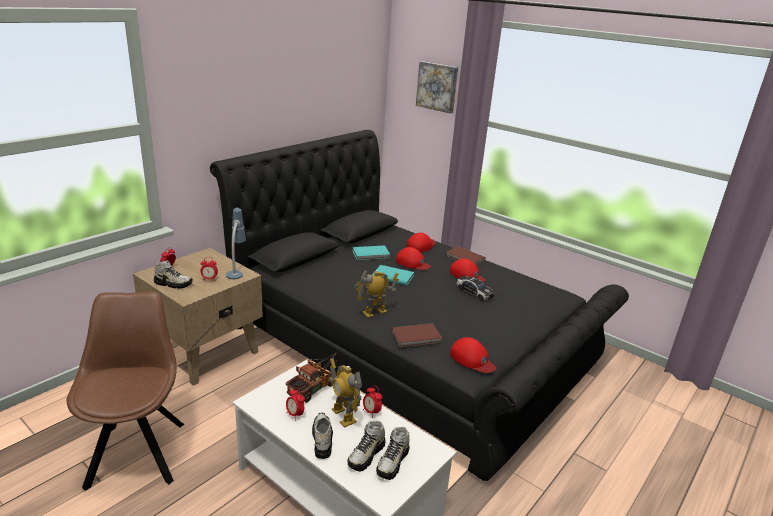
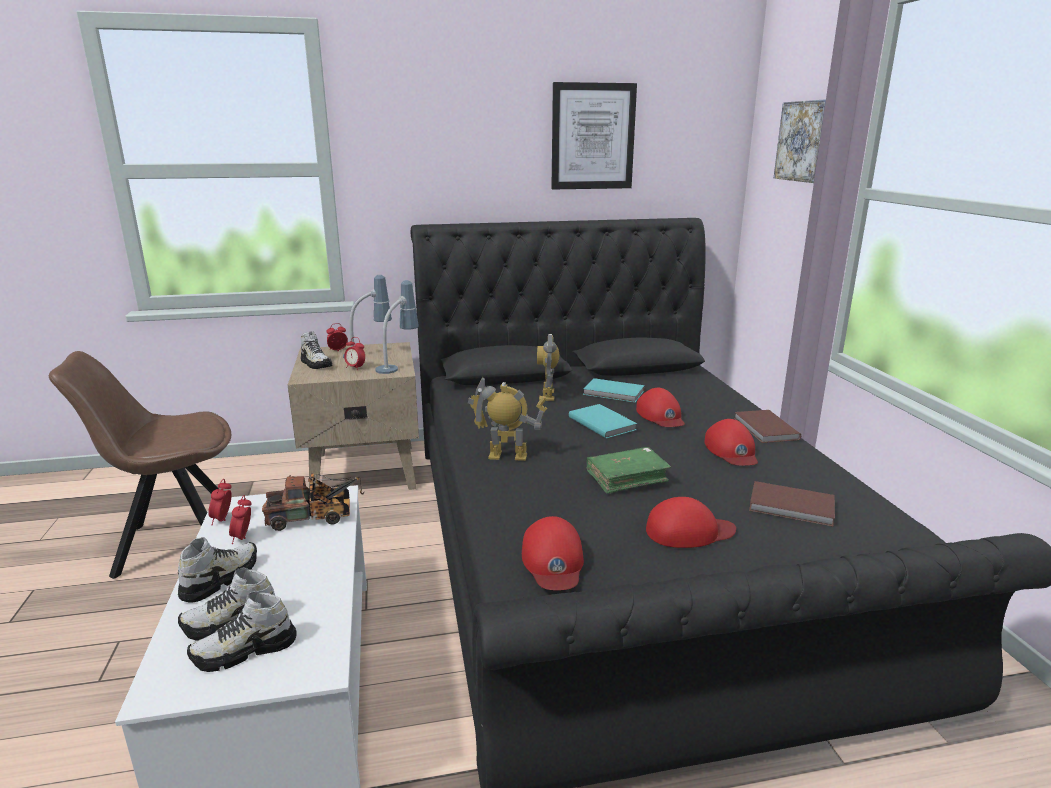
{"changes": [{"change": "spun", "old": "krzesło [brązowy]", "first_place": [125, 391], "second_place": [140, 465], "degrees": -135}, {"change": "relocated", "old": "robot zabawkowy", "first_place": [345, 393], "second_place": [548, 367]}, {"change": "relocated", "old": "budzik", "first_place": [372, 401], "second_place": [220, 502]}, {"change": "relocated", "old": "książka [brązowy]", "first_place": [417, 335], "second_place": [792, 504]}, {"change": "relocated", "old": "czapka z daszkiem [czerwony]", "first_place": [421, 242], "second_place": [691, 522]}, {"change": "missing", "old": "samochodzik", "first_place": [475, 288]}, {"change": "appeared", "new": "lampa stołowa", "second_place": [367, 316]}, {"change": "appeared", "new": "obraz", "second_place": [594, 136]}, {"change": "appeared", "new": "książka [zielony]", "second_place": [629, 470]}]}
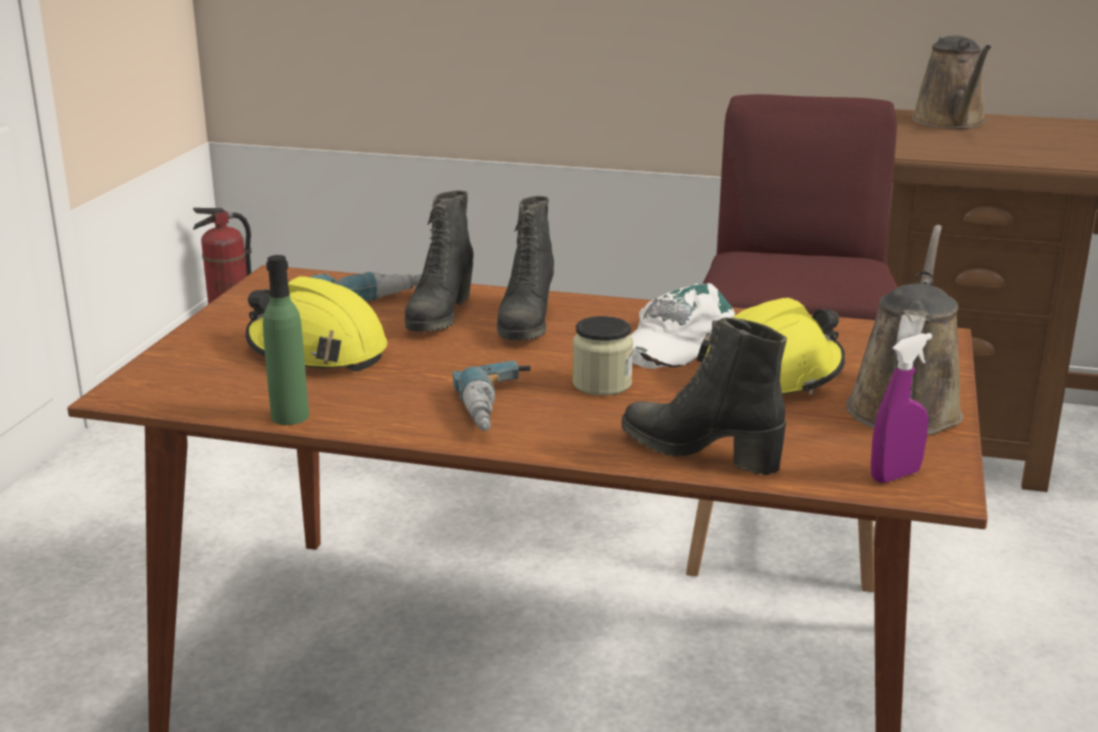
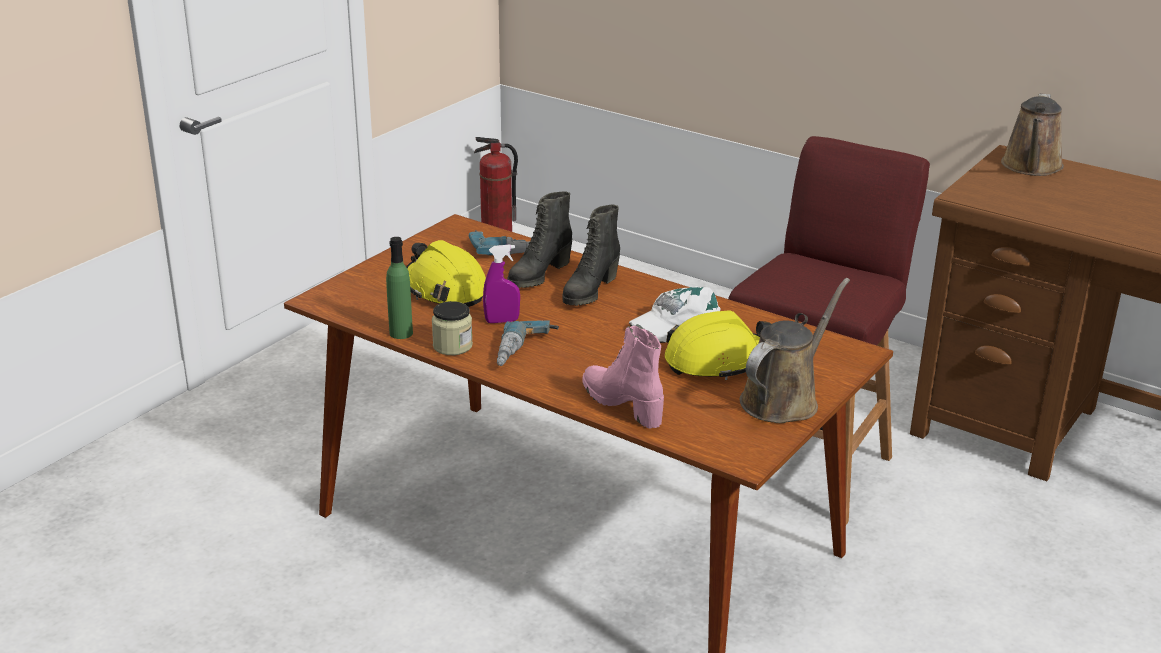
{"changes": [{"change": "relocated", "old": "słoik", "first_place": [603, 356], "second_place": [452, 328]}, {"change": "colour", "old": "but z cholewką [czarny]", "new": "but z cholewką [różowy]", "first_place": [704, 396], "second_place": [623, 377]}, {"change": "relocated", "old": "spryskiwacz [fioletowy]", "first_place": [901, 408], "second_place": [501, 283]}]}
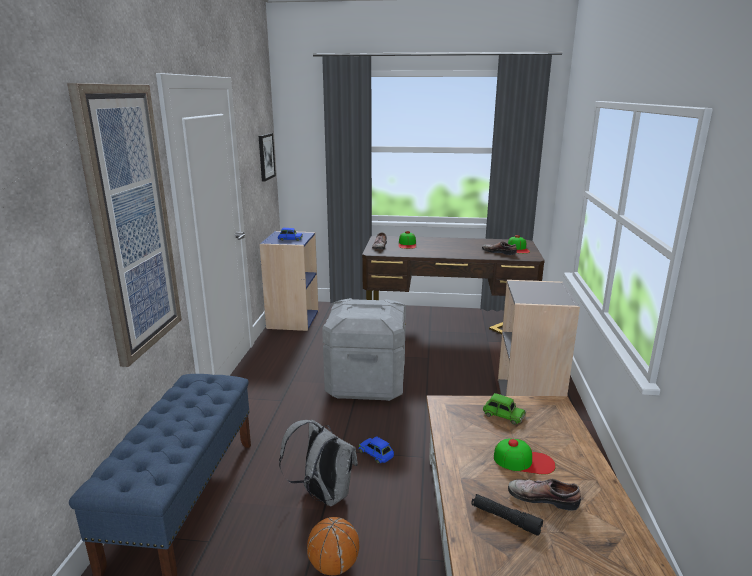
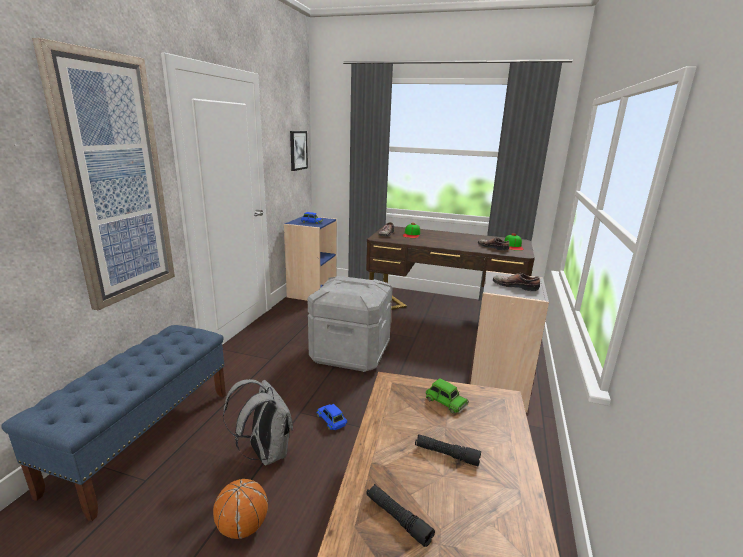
{"changes": [{"change": "exchanged", "old": "czapka z daszkiem", "new": "latarka [czarny]", "first_place": [525, 457], "second_place": [448, 450]}, {"change": "relocated", "old": "but", "first_place": [544, 495], "second_place": [516, 282]}]}
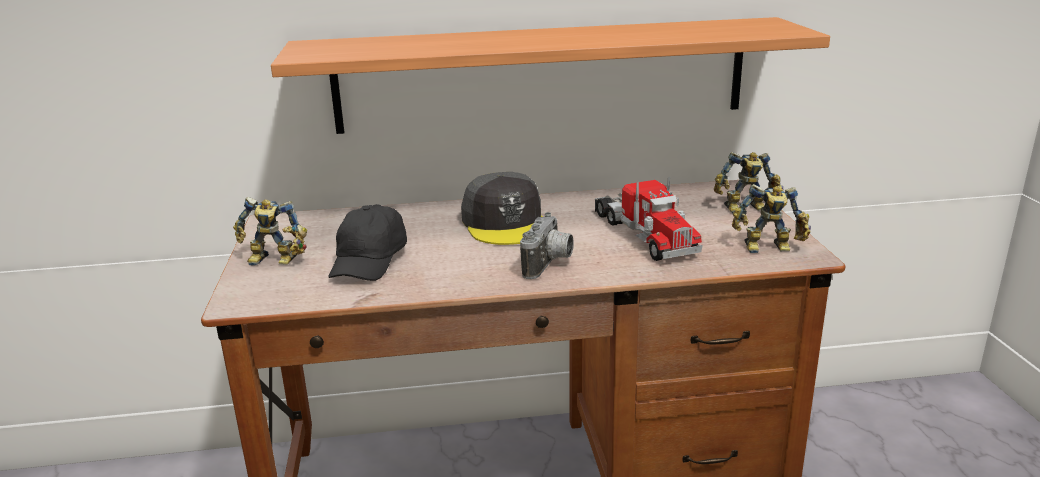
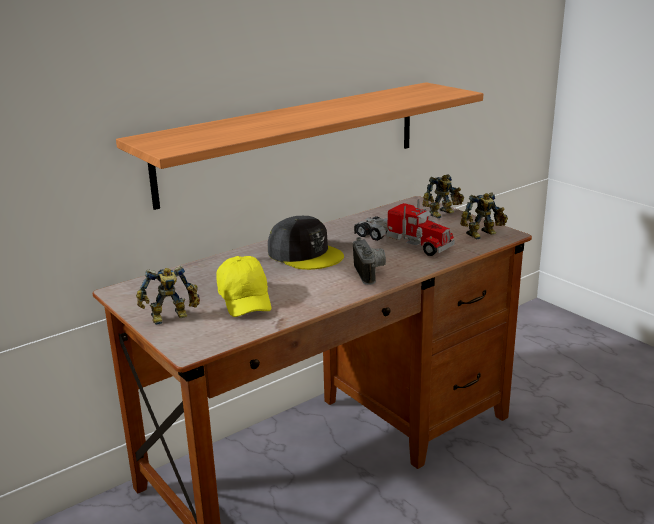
{"changes": [{"change": "colour", "old": "czapka z daszkiem [czarny]", "new": "czapka z daszkiem [żółty]", "first_place": [367, 242], "second_place": [243, 286]}]}
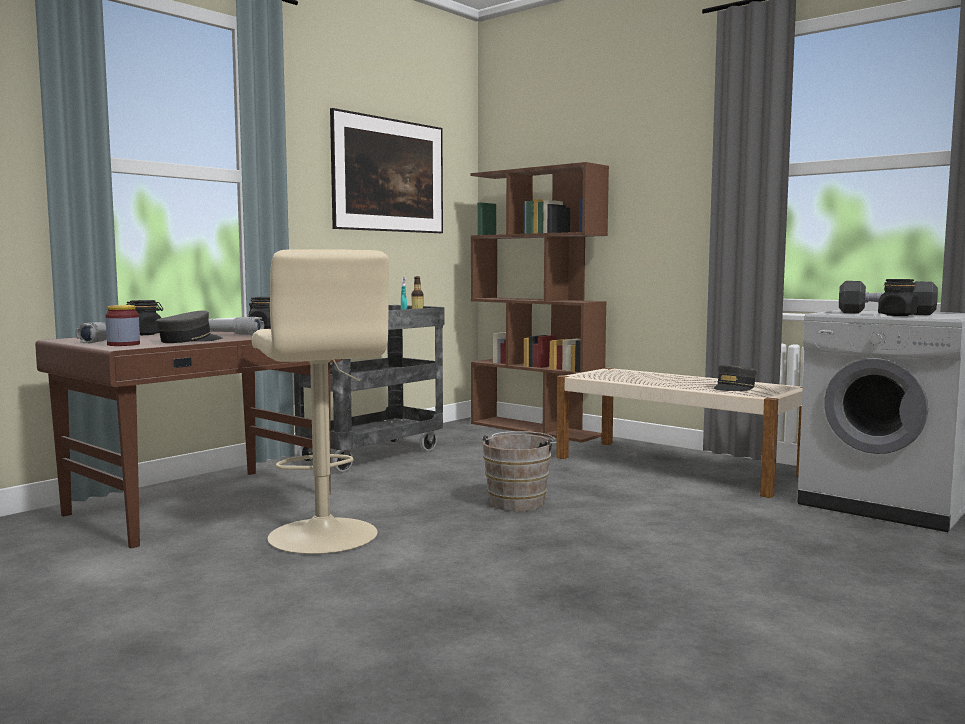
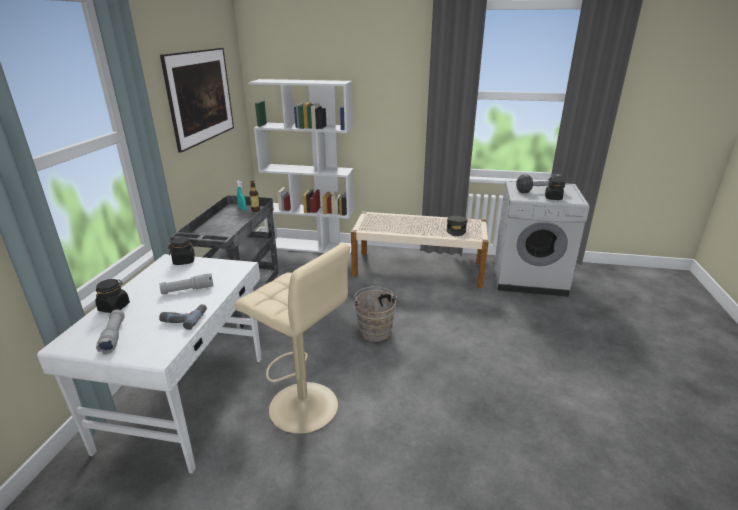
{"changes": [{"change": "colour", "old": "biurko [brązowy]", "new": "biurko [biały]", "first_place": [188, 438], "second_place": [149, 363]}, {"change": "missing", "old": "słoik", "first_place": [122, 325]}, {"change": "exchanged", "old": "czapka z daszkiem [szary]", "new": "wiertarka", "first_place": [189, 326], "second_place": [183, 317]}, {"change": "colour", "old": "regał [brązowy]", "new": "regał [biały]", "first_place": [540, 302], "second_place": [301, 167]}]}
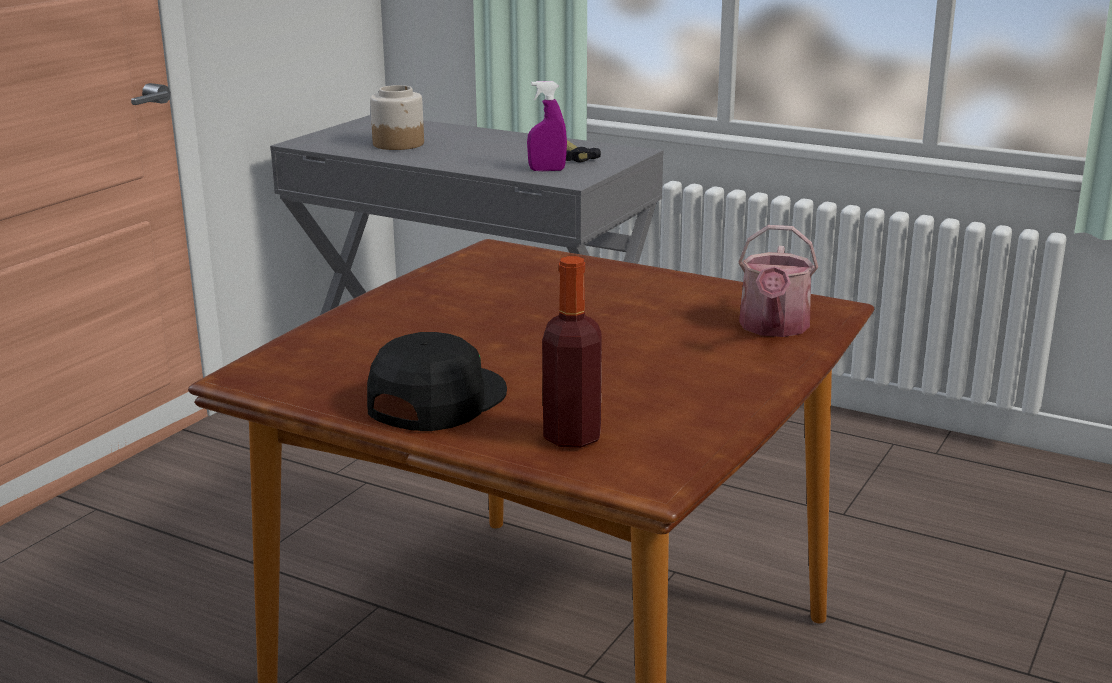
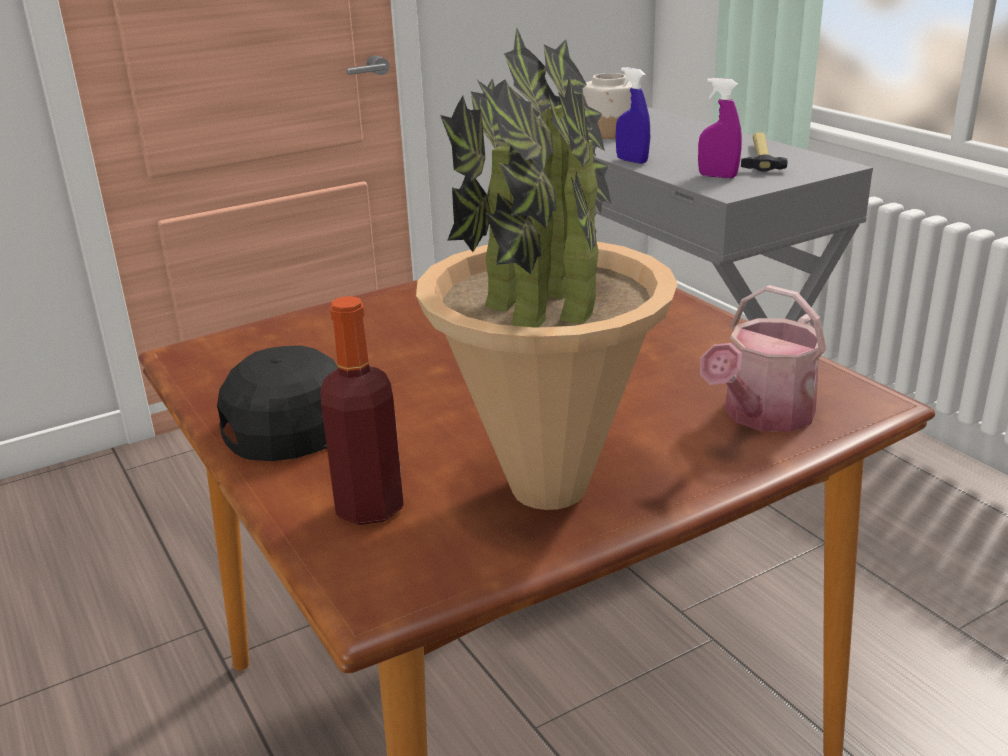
{"changes": [{"change": "appeared", "new": "roślina doniczkowa", "second_place": [547, 268]}, {"change": "appeared", "new": "spryskiwacz [niebieski]", "second_place": [633, 115]}]}
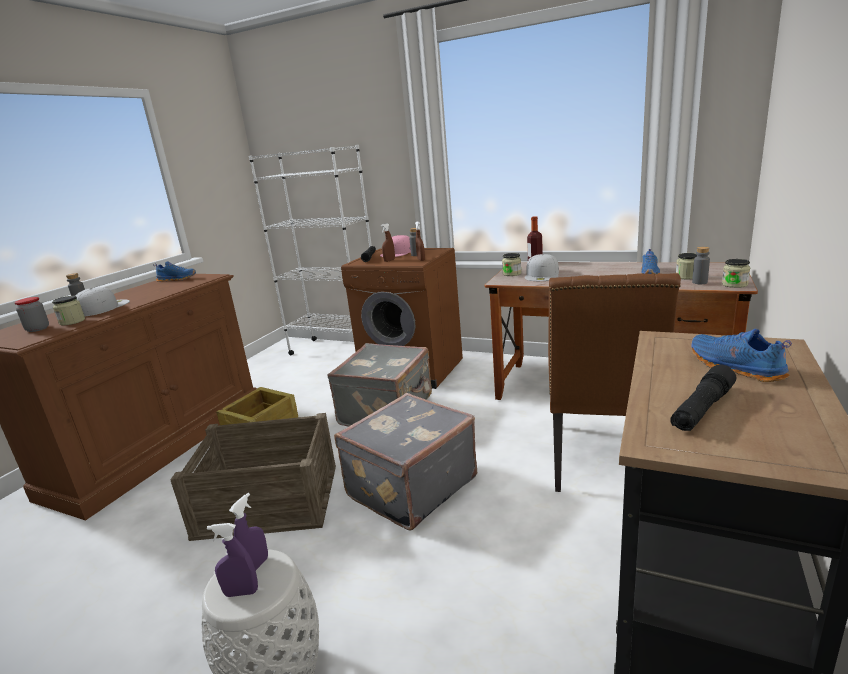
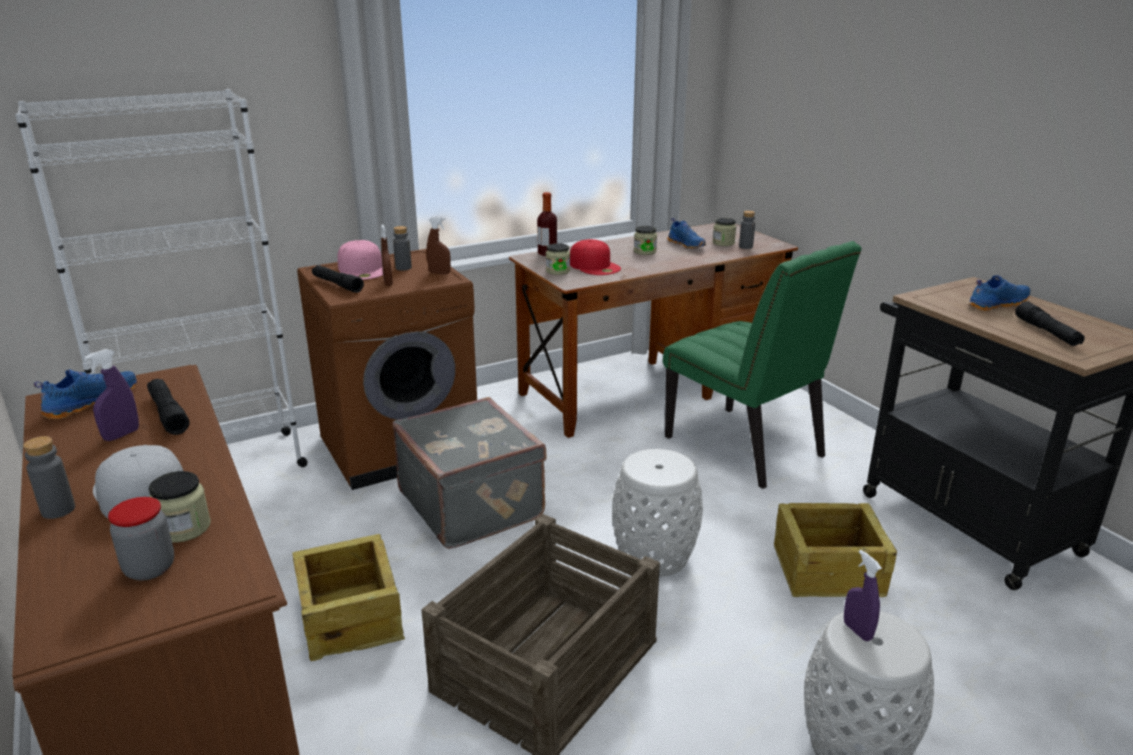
{"changes": [{"change": "relocated", "old": "spryskiwacz [fioletowy]", "first_place": [232, 560], "second_place": [111, 395]}, {"change": "exchanged", "old": "walizka [szary]", "new": "stołek [biały]", "first_place": [405, 462], "second_place": [657, 513]}, {"change": "colour", "old": "czapka z daszkiem [biały]", "new": "czapka z daszkiem [czerwony]", "first_place": [542, 267], "second_place": [595, 257]}, {"change": "colour", "old": "krzesło [brązowy]", "new": "krzesło [zielony]", "first_place": [614, 382], "second_place": [762, 365]}, {"change": "spun", "old": "but [niebieski]", "first_place": [741, 355], "second_place": [999, 293], "degrees": 150}, {"change": "relocated", "old": "słoik", "first_place": [736, 273], "second_place": [645, 240]}, {"change": "appeared", "new": "latarka [czarny]", "second_place": [168, 407]}, {"change": "appeared", "new": "skrzynka", "second_place": [835, 550]}]}
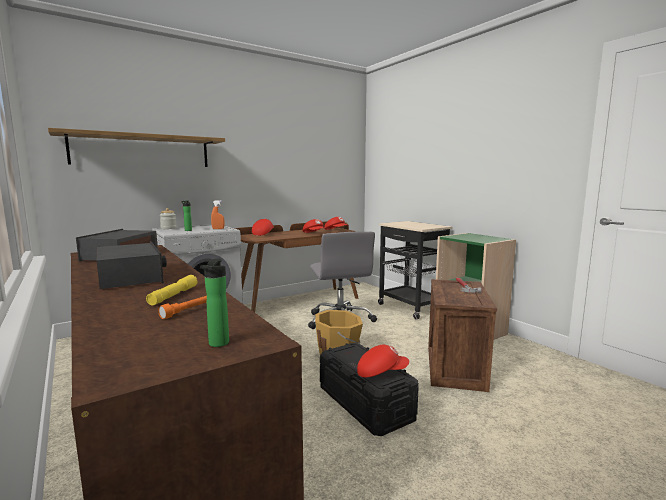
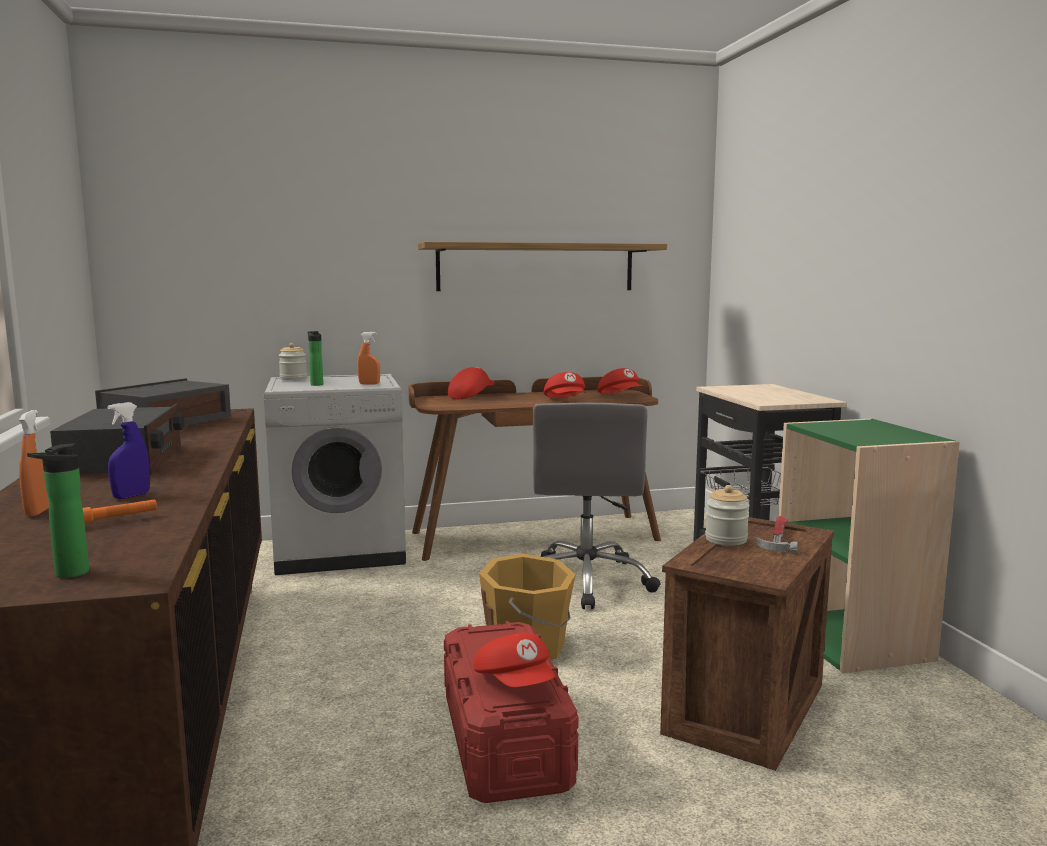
{"changes": [{"change": "relocated", "old": "półka", "first_place": [136, 147], "second_place": [542, 266]}, {"change": "exchanged", "old": "latarka [żółty]", "new": "spryskiwacz [niebieski]", "first_place": [172, 290], "second_place": [128, 450]}, {"change": "colour", "old": "pojemnik do przechowywania [czarny]", "new": "pojemnik do przechowywania [czerwony]", "first_place": [369, 389], "second_place": [511, 712]}, {"change": "spun", "old": "czapka z daszkiem [czerwony]", "first_place": [383, 361], "second_place": [514, 660], "degrees": 45}, {"change": "appeared", "new": "spryskiwacz [pomarańczowy]", "second_place": [34, 463]}, {"change": "appeared", "new": "słoik", "second_place": [727, 515]}]}
